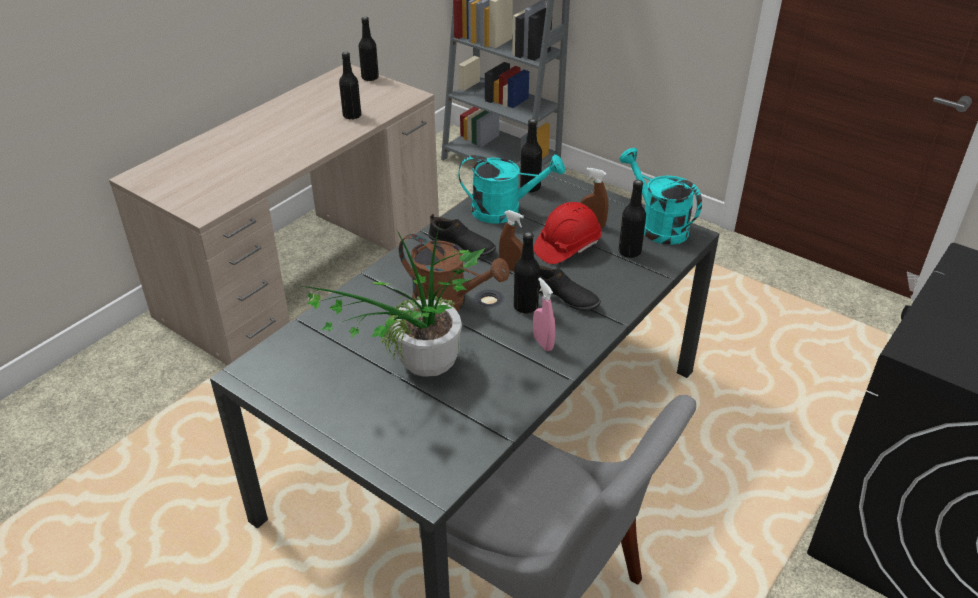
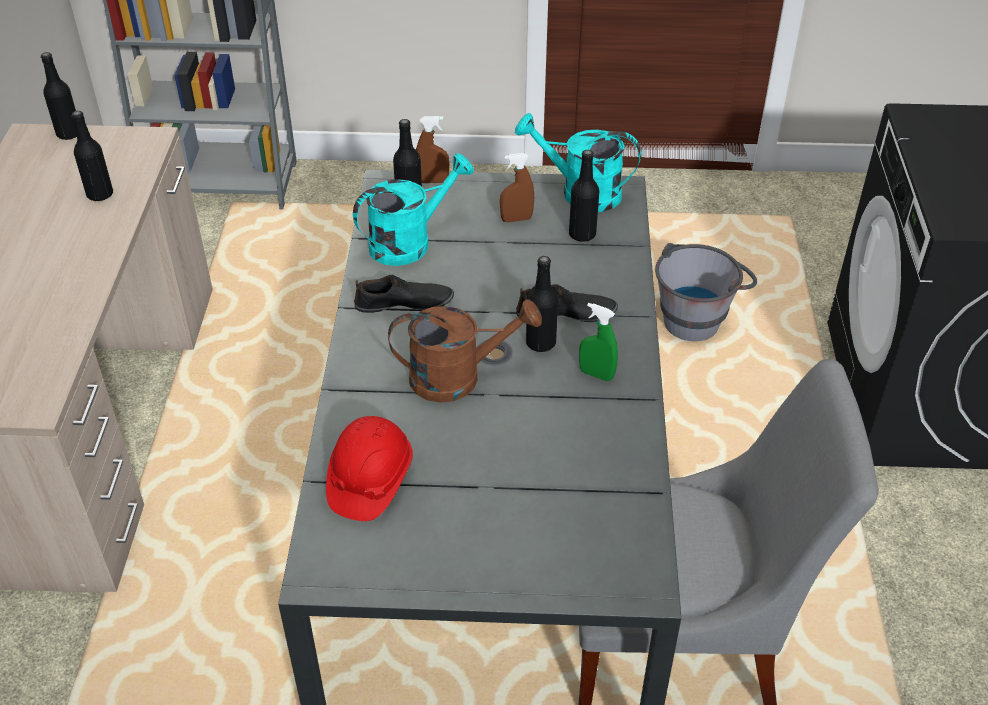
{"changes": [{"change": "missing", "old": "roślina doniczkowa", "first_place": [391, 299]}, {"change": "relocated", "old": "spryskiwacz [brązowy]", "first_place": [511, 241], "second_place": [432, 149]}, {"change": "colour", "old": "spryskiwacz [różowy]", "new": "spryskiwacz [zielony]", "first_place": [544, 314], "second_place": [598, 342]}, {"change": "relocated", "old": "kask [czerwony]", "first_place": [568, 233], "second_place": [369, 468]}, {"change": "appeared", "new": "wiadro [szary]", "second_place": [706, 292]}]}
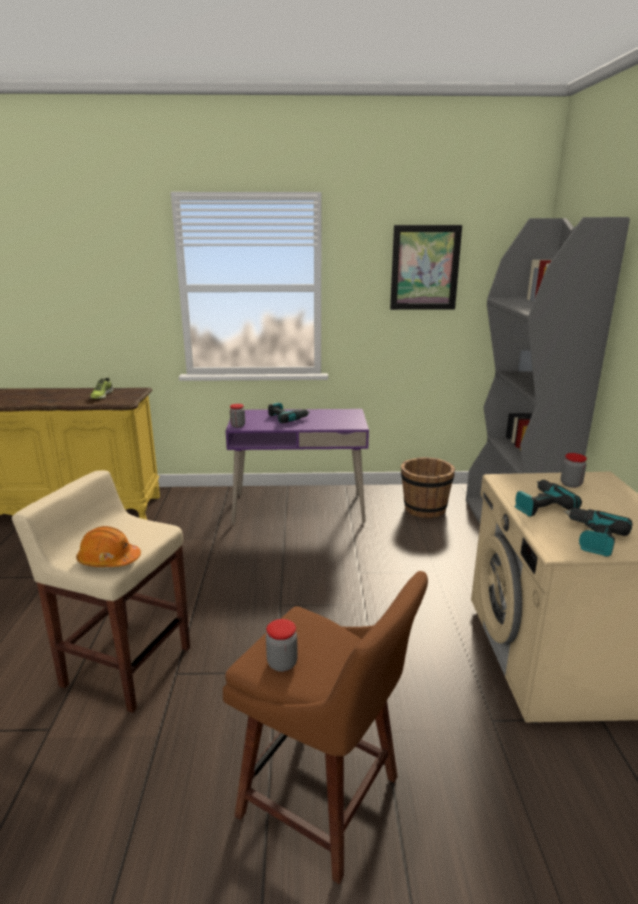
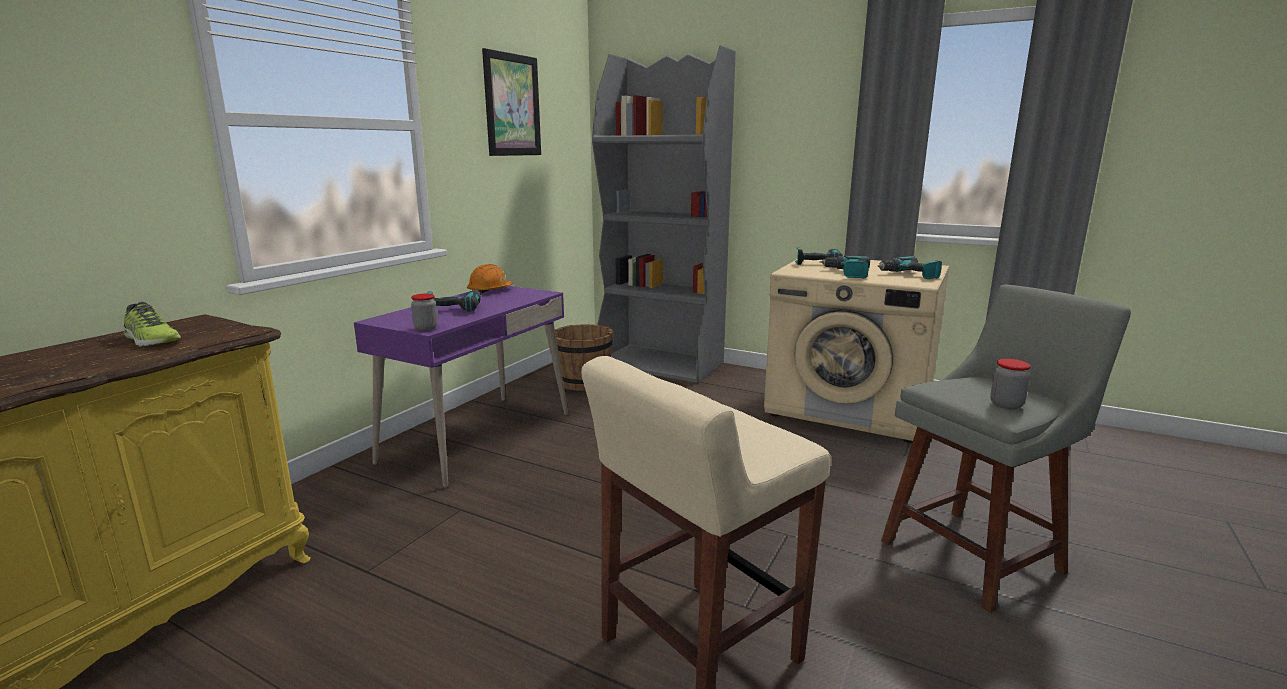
{"changes": [{"change": "relocated", "old": "kask [pomarańczowy]", "first_place": [108, 546], "second_place": [490, 279]}, {"change": "colour", "old": "stołek [brązowy]", "new": "stołek [szary]", "first_place": [325, 727], "second_place": [1006, 449]}, {"change": "exchanged", "old": "słoik", "new": "wiertarka", "first_place": [574, 470], "second_place": [819, 256]}]}
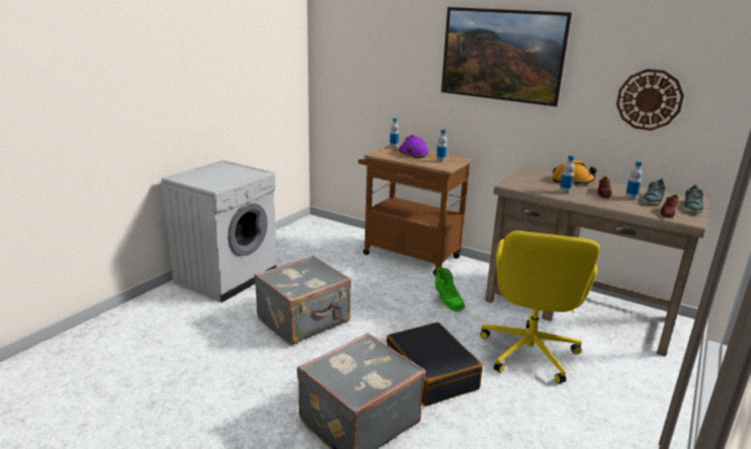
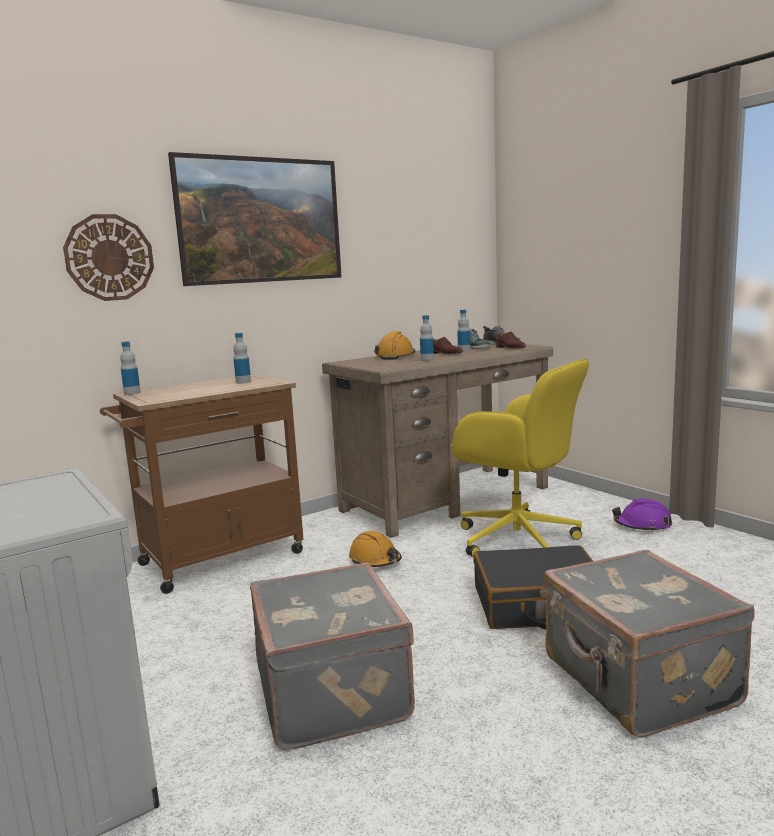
{"changes": [{"change": "relocated", "old": "kask [fioletowy]", "first_place": [414, 146], "second_place": [642, 515]}, {"change": "exchanged", "old": "but z cholewką [zielony]", "new": "kask [pomarańczowy]", "first_place": [450, 289], "second_place": [375, 549]}, {"change": "relocated", "old": "zegar ścienny", "first_place": [650, 100], "second_place": [108, 257]}]}
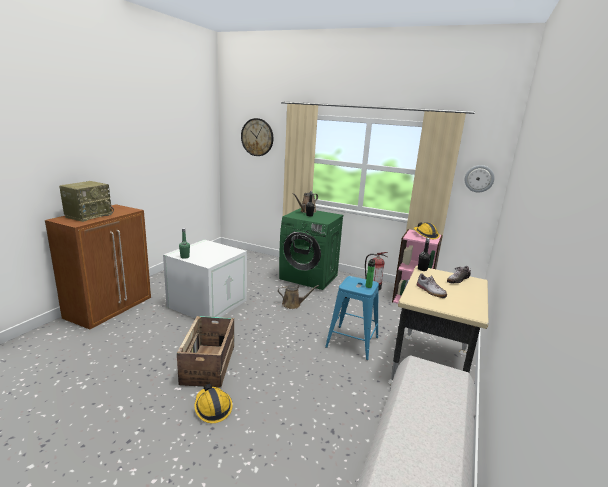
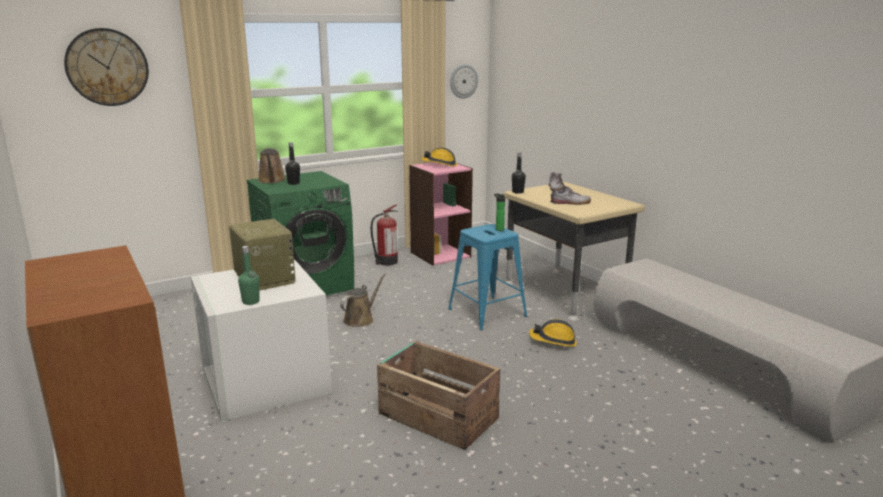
{"changes": [{"change": "relocated", "old": "radio", "first_place": [86, 201], "second_place": [262, 255]}, {"change": "relocated", "old": "kask", "first_place": [213, 403], "second_place": [553, 333]}]}
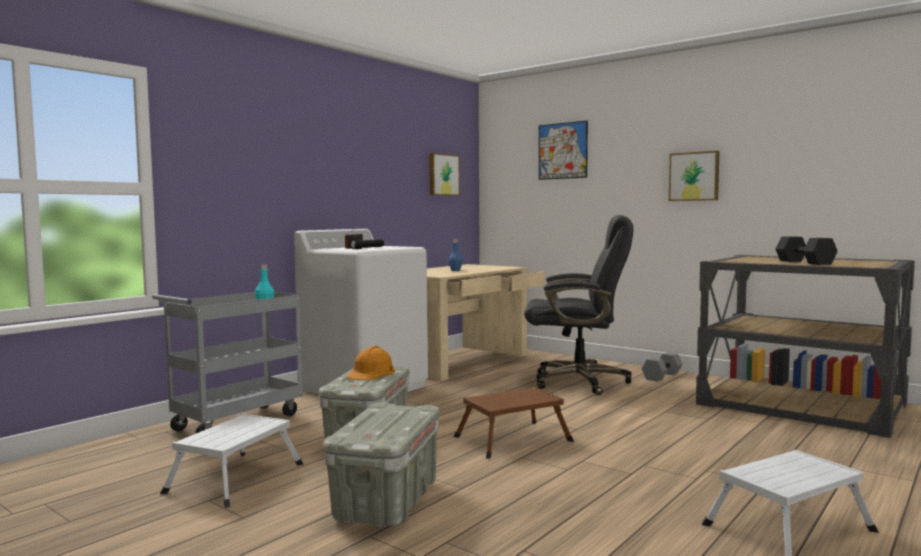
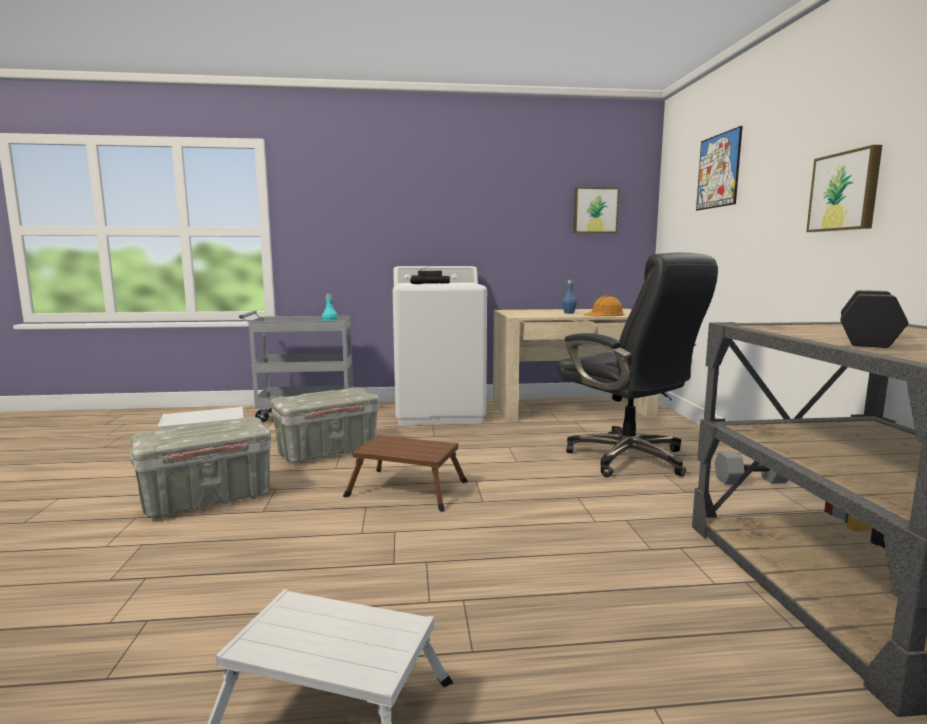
{"changes": [{"change": "relocated", "old": "kask [pomarańczowy]", "first_place": [371, 363], "second_place": [604, 305]}]}
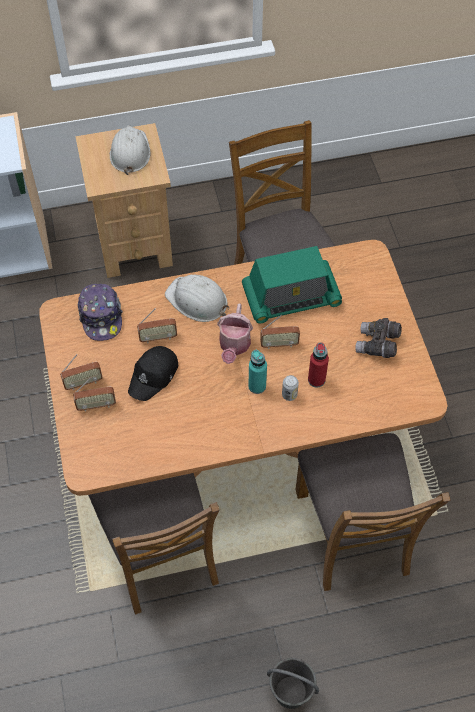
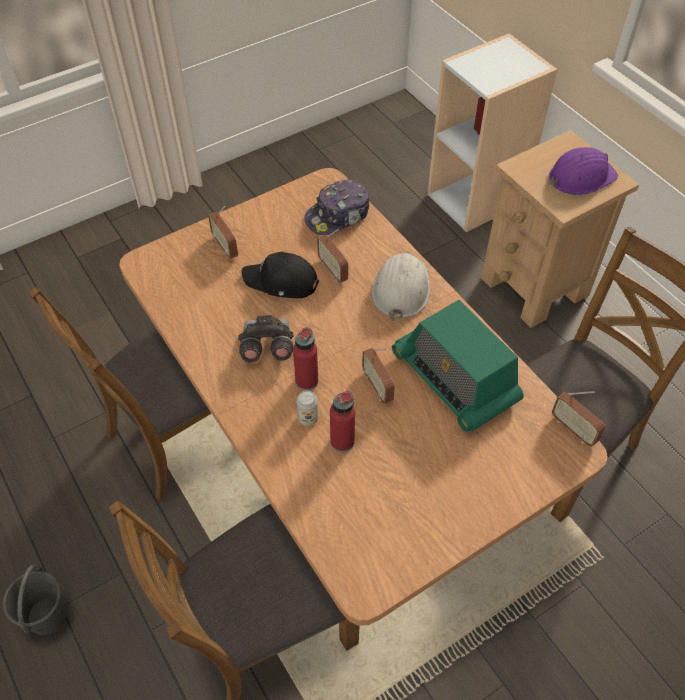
{"changes": [{"change": "relocated", "old": "radio", "first_place": [81, 372], "second_place": [579, 419]}, {"change": "colour", "old": "kask [biały]", "new": "kask [fioletowy]", "first_place": [130, 150], "second_place": [583, 171]}, {"change": "missing", "old": "konewka", "first_place": [235, 333]}, {"change": "colour", "old": "butelka [turkusowy]", "new": "butelka [czerwony]", "first_place": [257, 372], "second_place": [305, 359]}, {"change": "relocated", "old": "lornetka [szary]", "first_place": [378, 338], "second_place": [266, 338]}]}
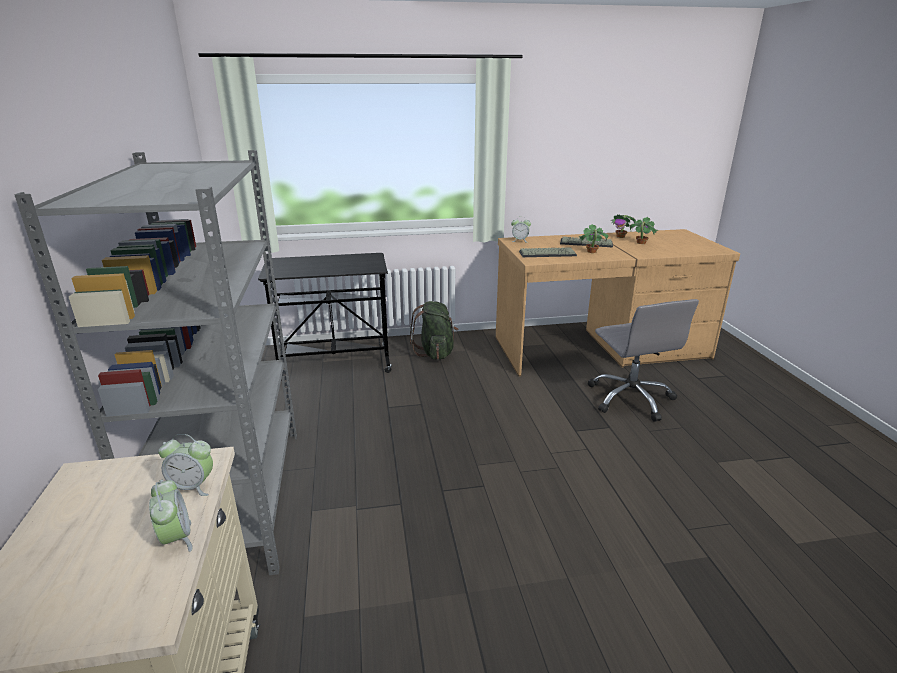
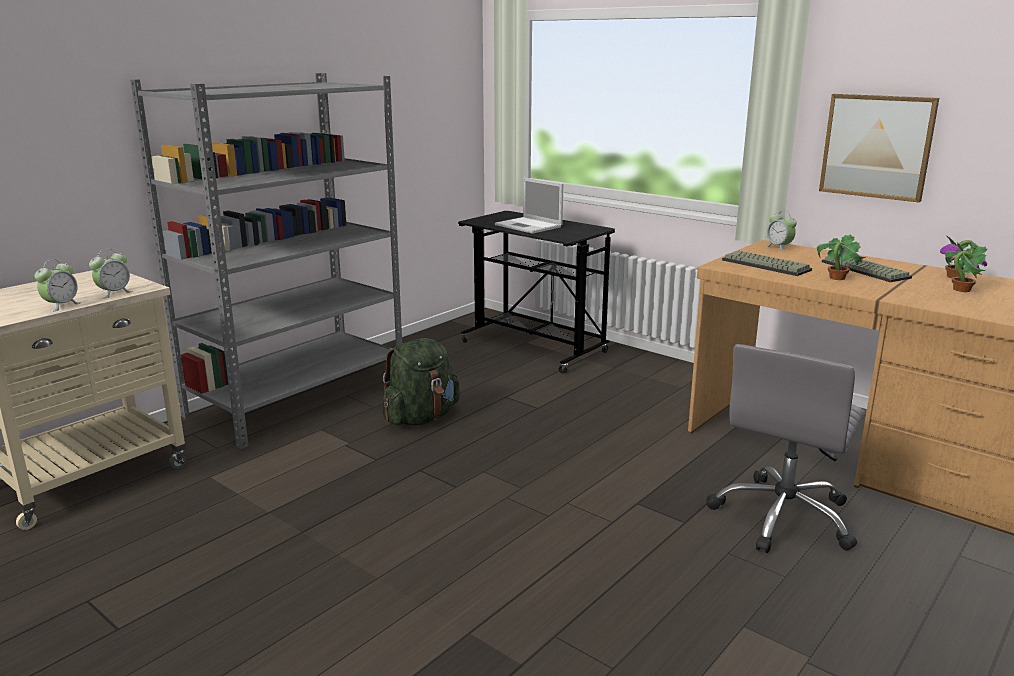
{"changes": [{"change": "spun", "old": "budzik", "first_place": [185, 465], "second_place": [111, 274], "degrees": -105}, {"change": "relocated", "old": "plecak [zielony]", "first_place": [434, 330], "second_place": [421, 381]}, {"change": "appeared", "new": "laptop", "second_place": [529, 206]}, {"change": "appeared", "new": "obraz", "second_place": [879, 148]}]}
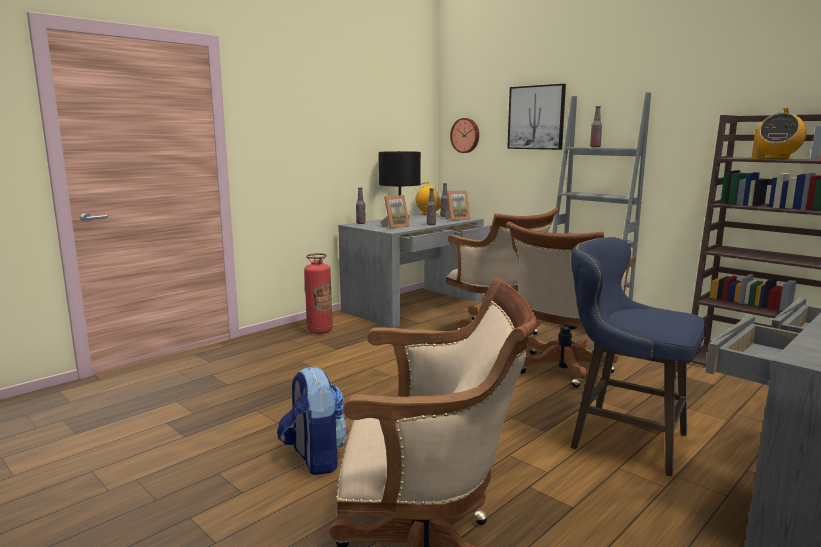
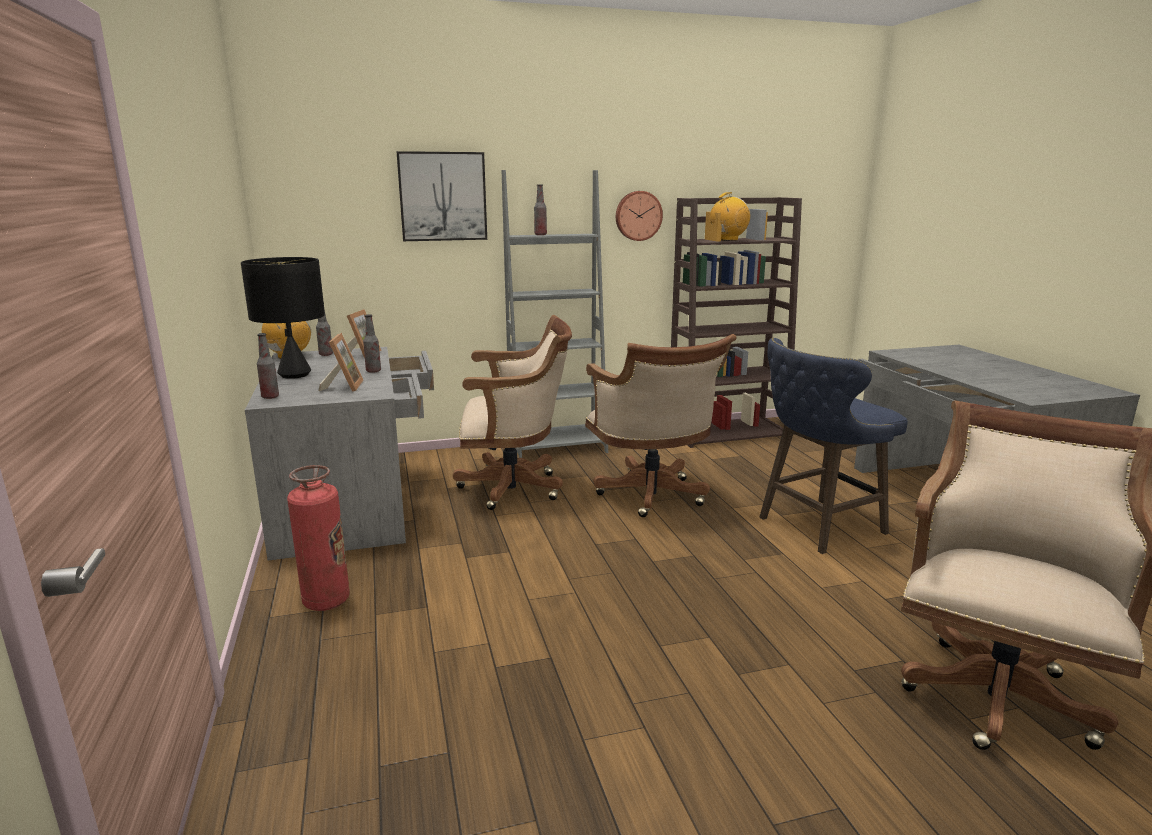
{"changes": [{"change": "missing", "old": "plecak", "first_place": [312, 421]}, {"change": "relocated", "old": "zegar ścienny", "first_place": [464, 135], "second_place": [639, 216]}, {"change": "spun", "old": "radio", "first_place": [782, 133], "second_place": [730, 216], "degrees": -105}]}
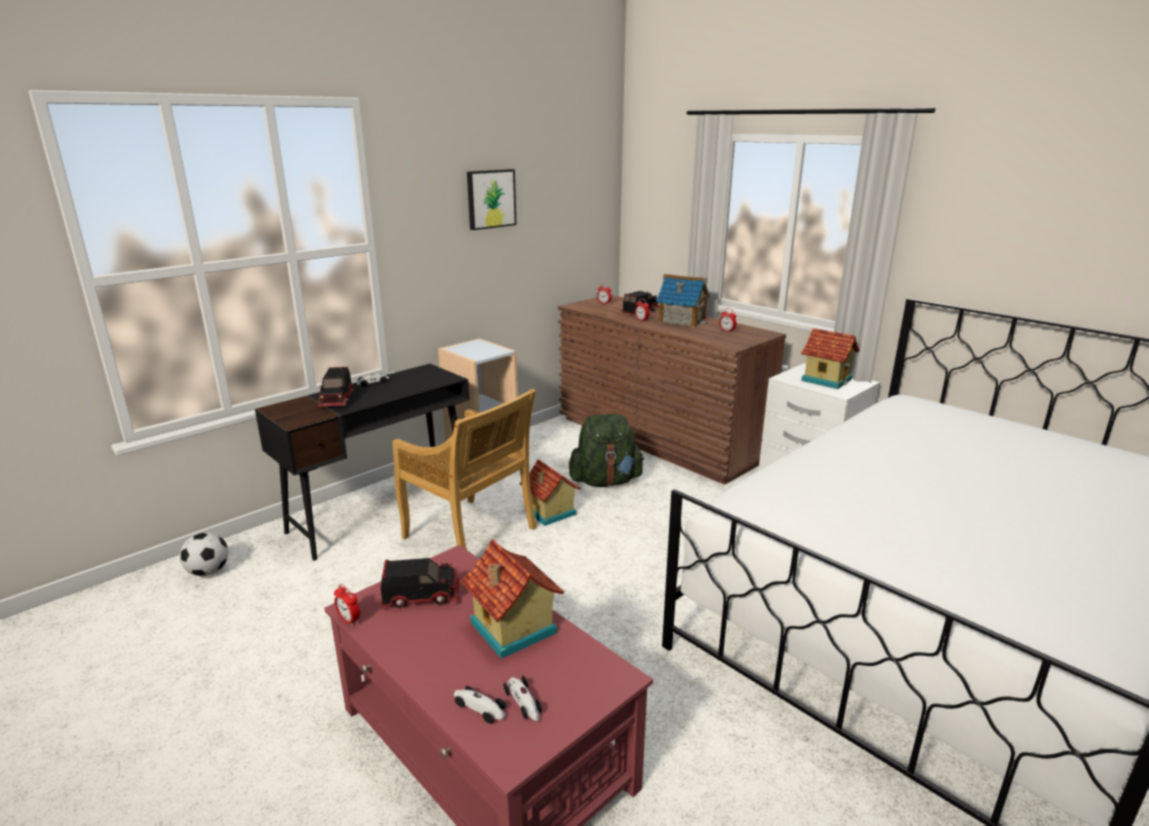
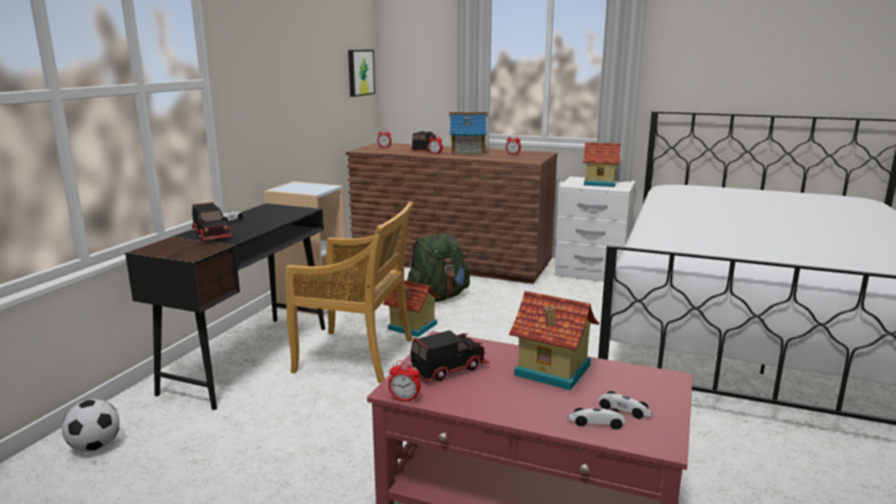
{"changes": [{"change": "relocated", "old": "obraz", "first_place": [491, 199], "second_place": [361, 73]}]}
